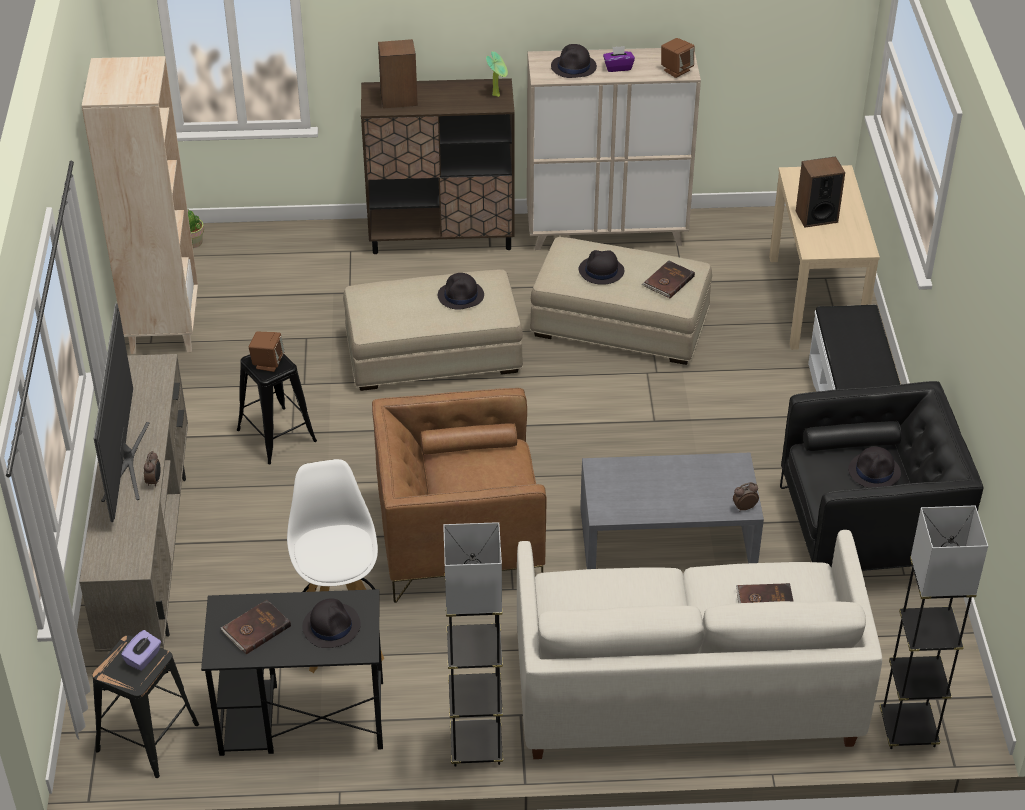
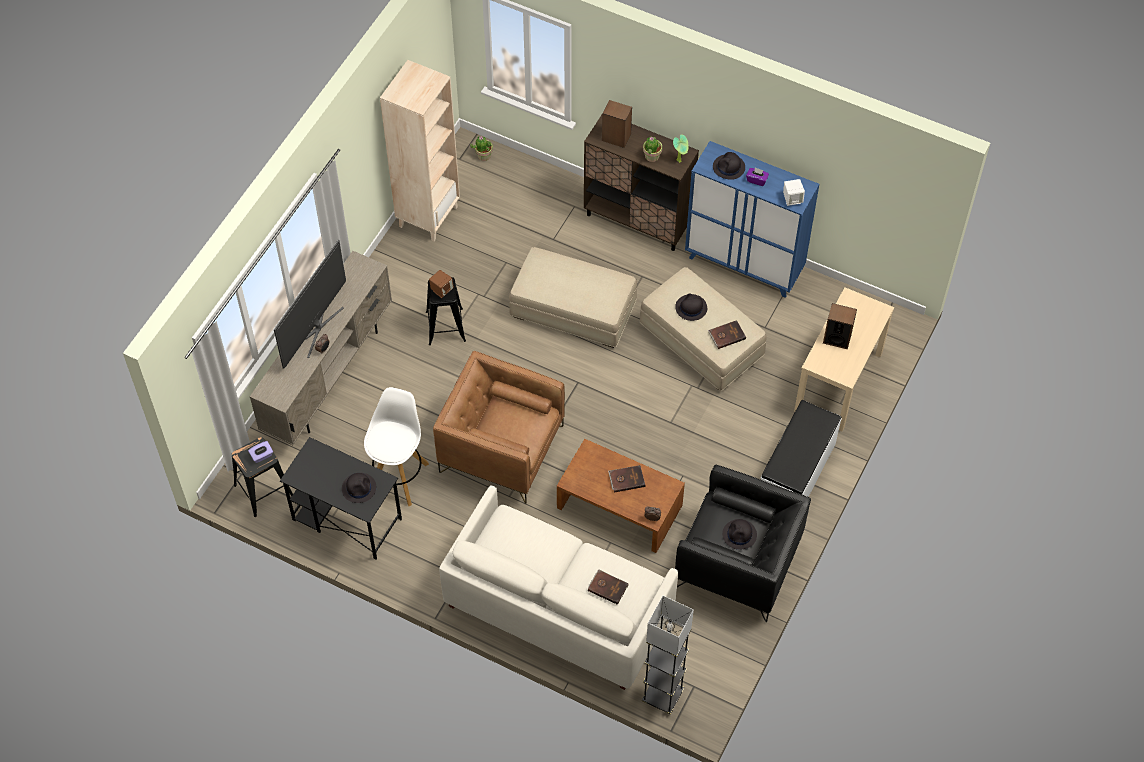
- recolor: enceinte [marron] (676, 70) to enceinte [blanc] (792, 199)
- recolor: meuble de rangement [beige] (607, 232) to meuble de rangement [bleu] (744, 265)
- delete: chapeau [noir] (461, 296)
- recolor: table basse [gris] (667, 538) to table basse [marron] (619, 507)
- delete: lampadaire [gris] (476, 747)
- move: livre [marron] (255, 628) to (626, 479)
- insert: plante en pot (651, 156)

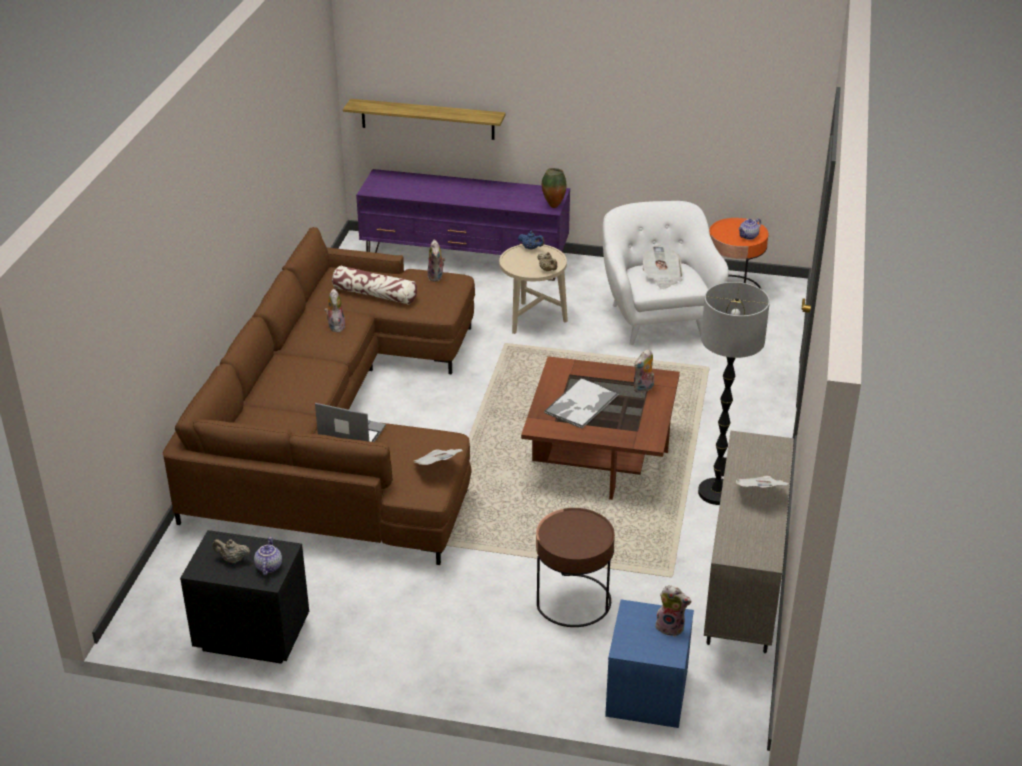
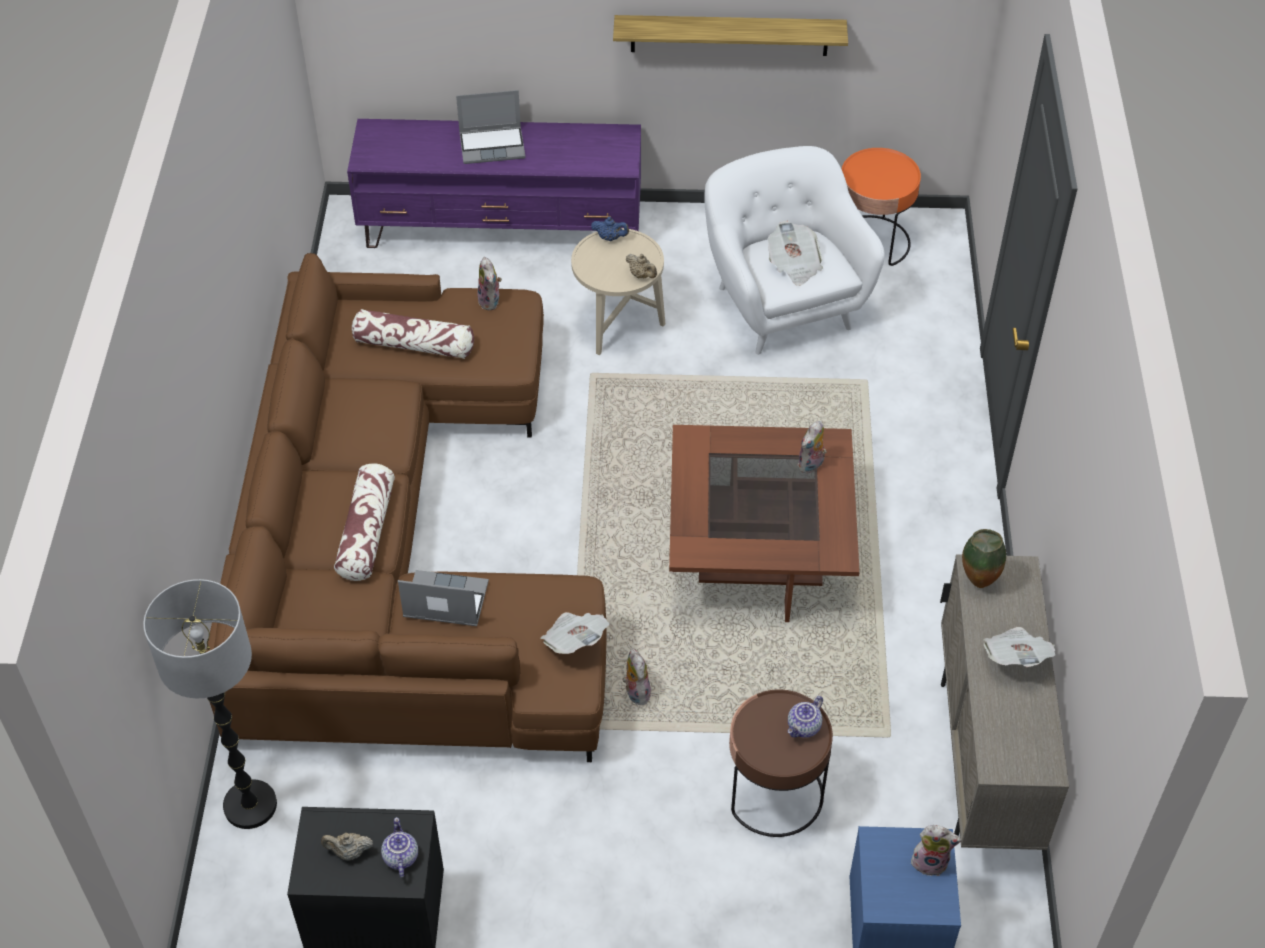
- move: étagère (427, 119) to (729, 35)
- move: vase (553, 206) to (977, 582)
- move: théière (748, 236) to (804, 727)
- move: lampadaire (716, 492) to (250, 805)
- move: peluche (335, 326) to (635, 692)
- delete: plateau (581, 404)
- insert: ordinateur portable (493, 146)
- insert: coussin (366, 531)

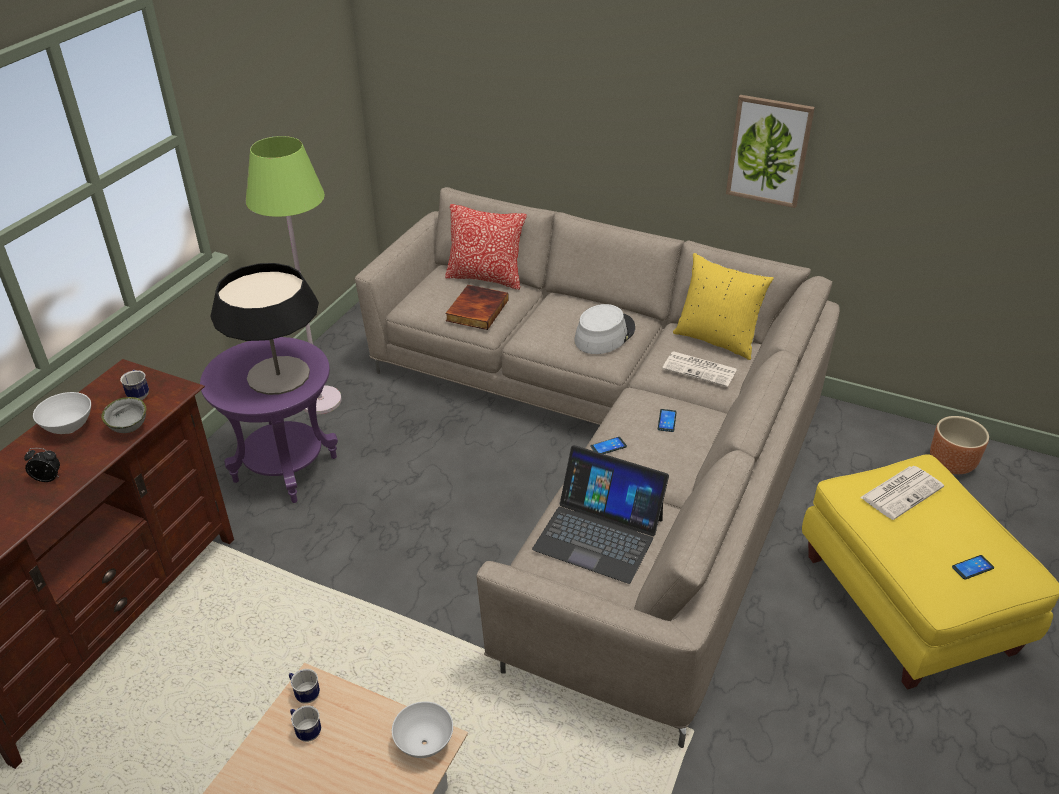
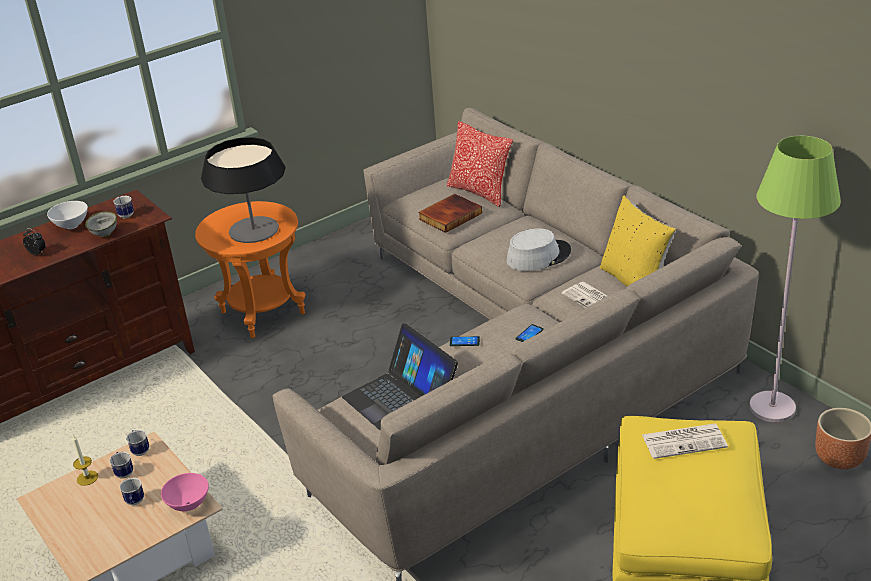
- delete: tableau (769, 151)
- move: lampadaire [vert] (320, 401) to (772, 408)
- recolor: table d'appoint [violet] (285, 469) to table d'appoint [orange] (263, 313)
- delete: téléphone (972, 567)
- recolor: bol [blanc] (424, 744) to bol [rose] (188, 505)
- insert: bougie (87, 478)
- insert: mug (135, 503)

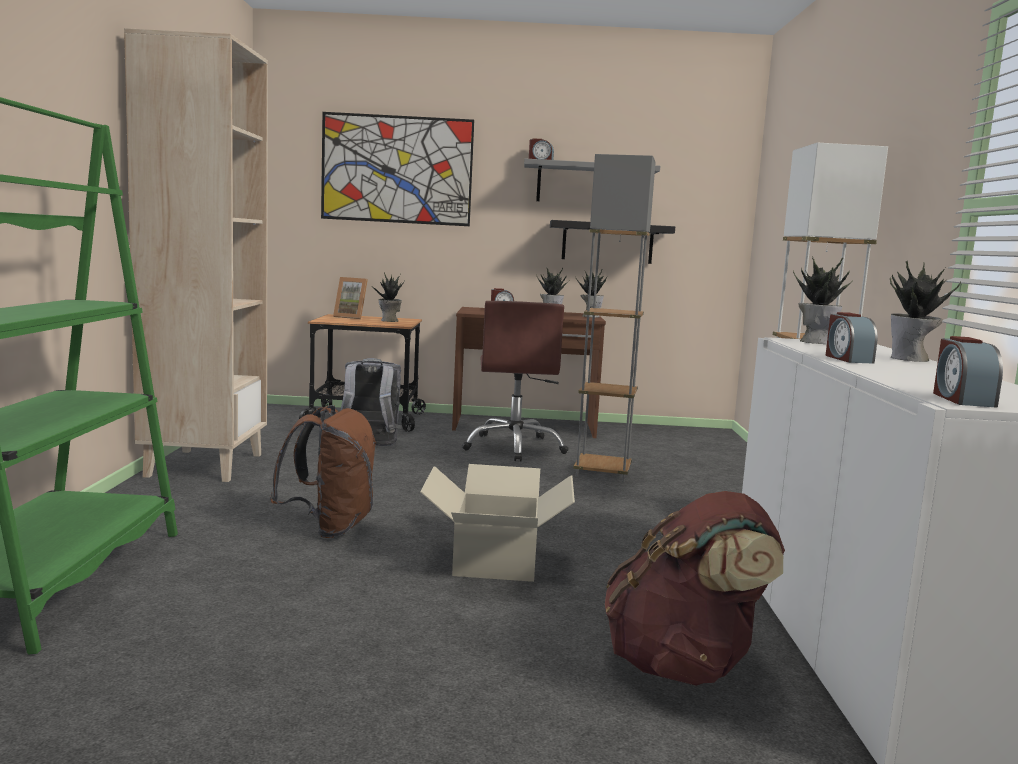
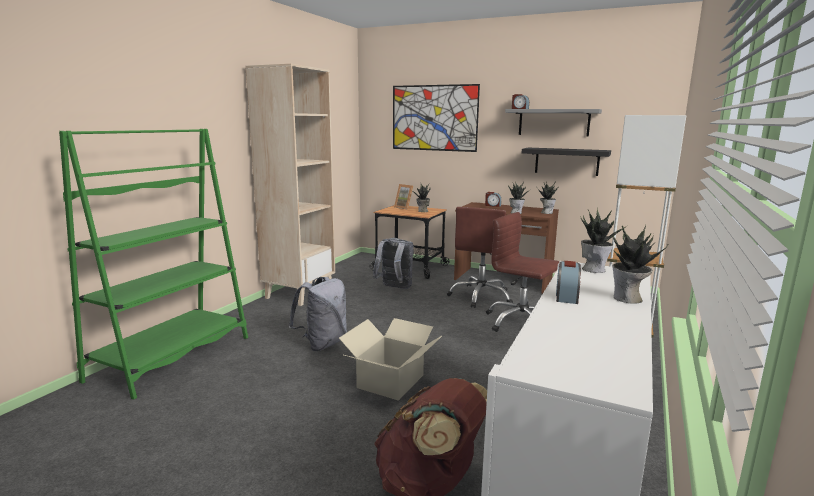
- replace: lampadaire [gris] (602, 472) to chaise de bureau [marron] (521, 322)
- delete: réveil (962, 399)
- recolor: sac à dos [marron] (329, 528) to sac à dos [gris] (322, 344)

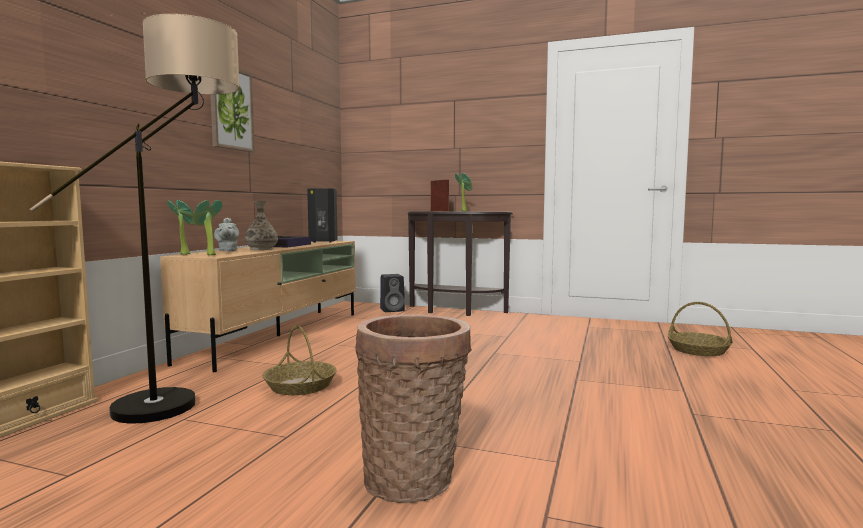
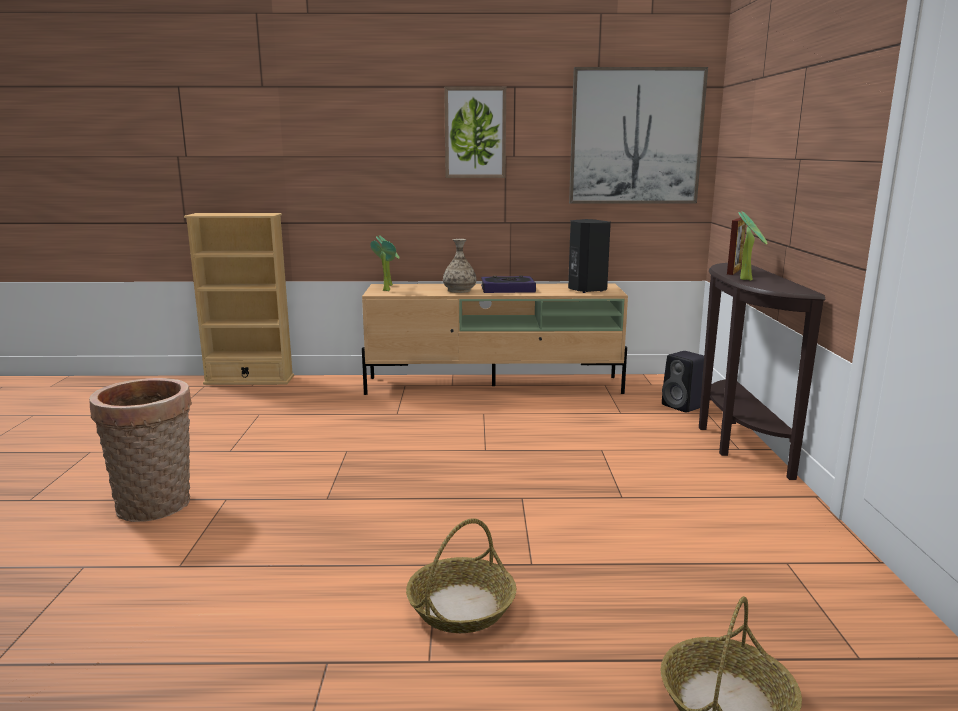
- delete: lampadaire (185, 399)
- delete: théière [gris] (227, 250)
- move: panier (300, 386) to (461, 607)
- insert: tableau (635, 137)

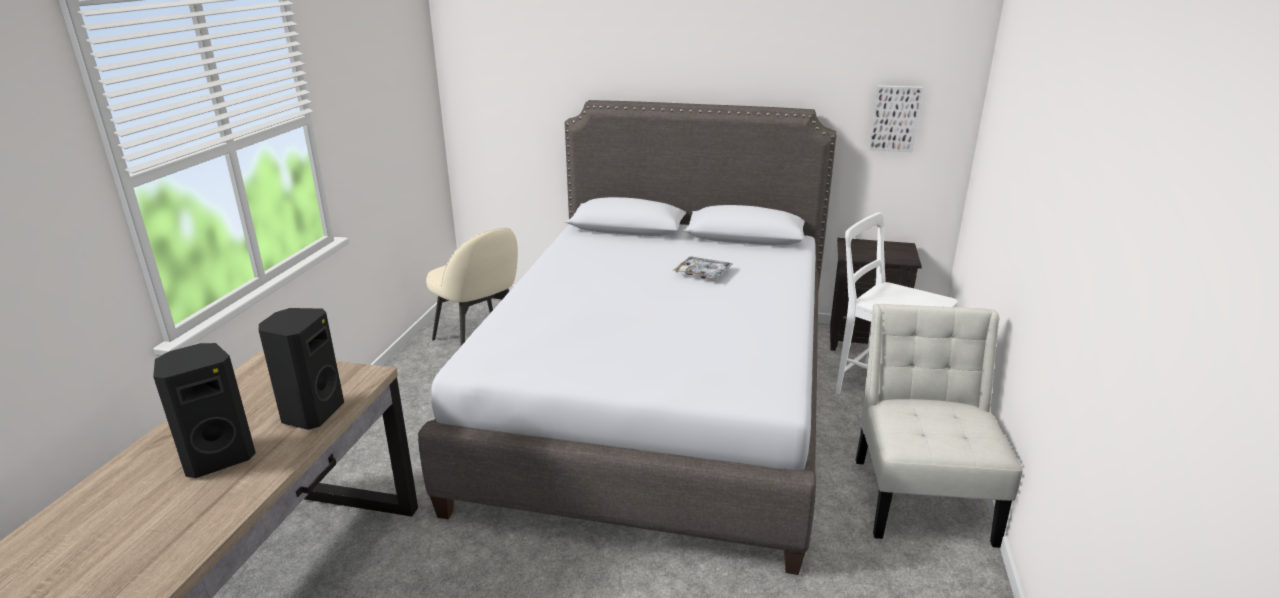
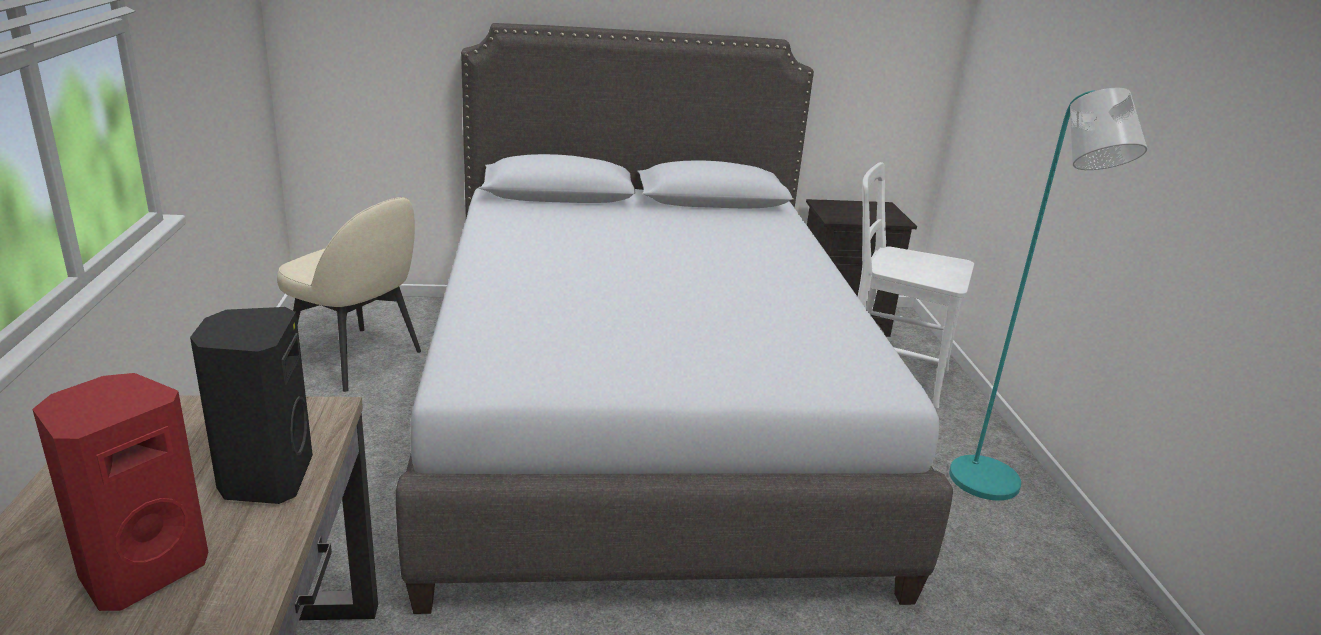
- delete: tableau (894, 118)
- delete: plateau (703, 273)
- replace: chaise [blanc] (921, 494) to lampadaire [turquoise] (991, 488)
- recolor: enceinte [noir] (219, 457) to enceinte [rouge] (141, 570)

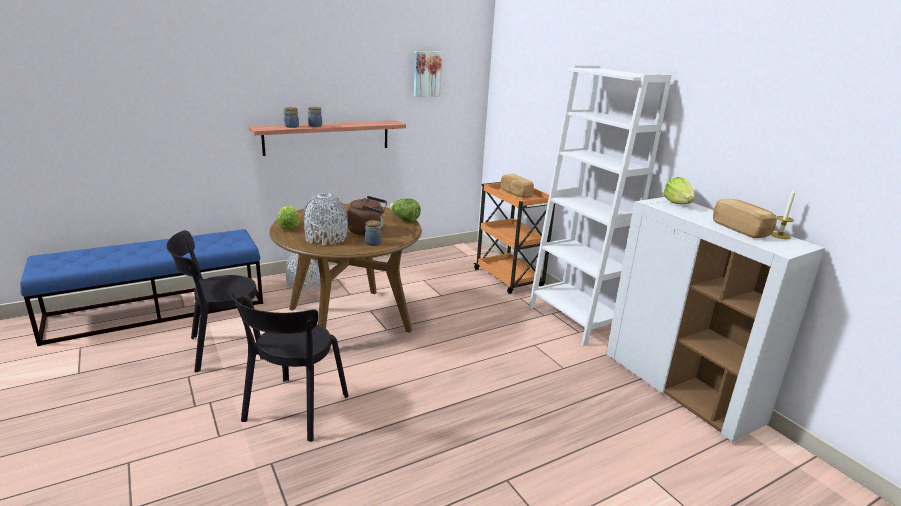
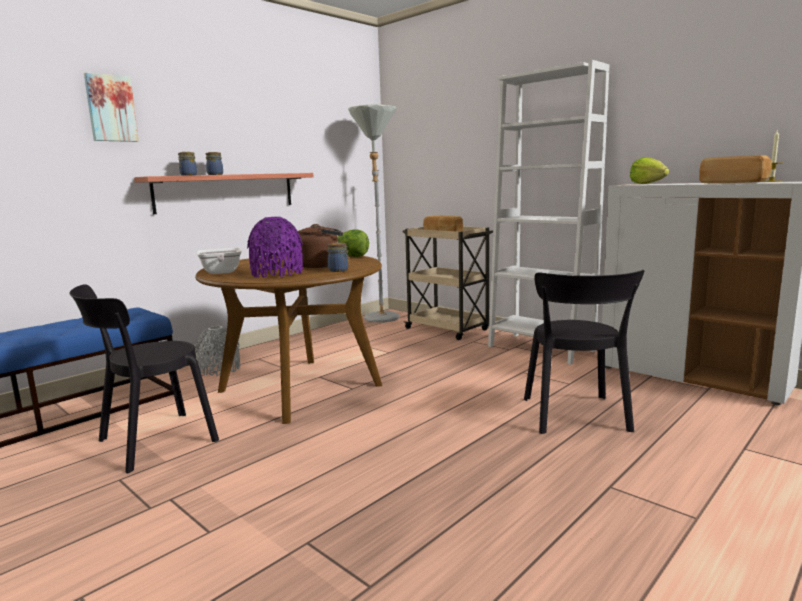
- move: tableau (426, 74) to (111, 108)
- recolor: chariot [orange] (509, 278) to chariot [beige] (448, 329)
- recolor: vase [gris] (326, 238) to vase [violet] (277, 273)
- replace: laitue (289, 227) to poêle (221, 273)
- move: chaise [noir] (294, 411) to (576, 417)
- insert: lampadaire [gris] (381, 320)

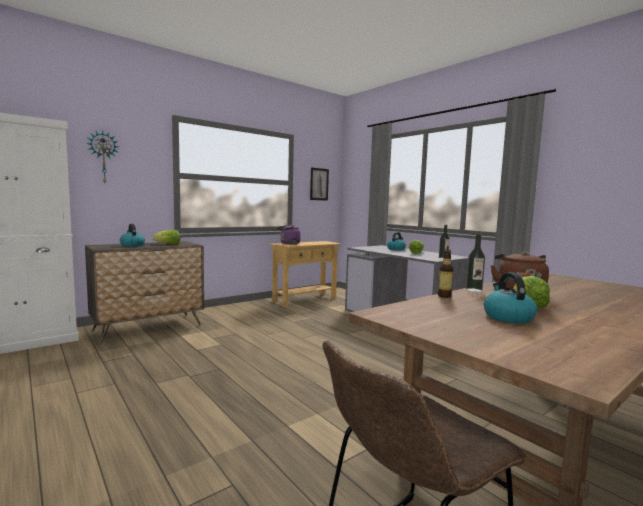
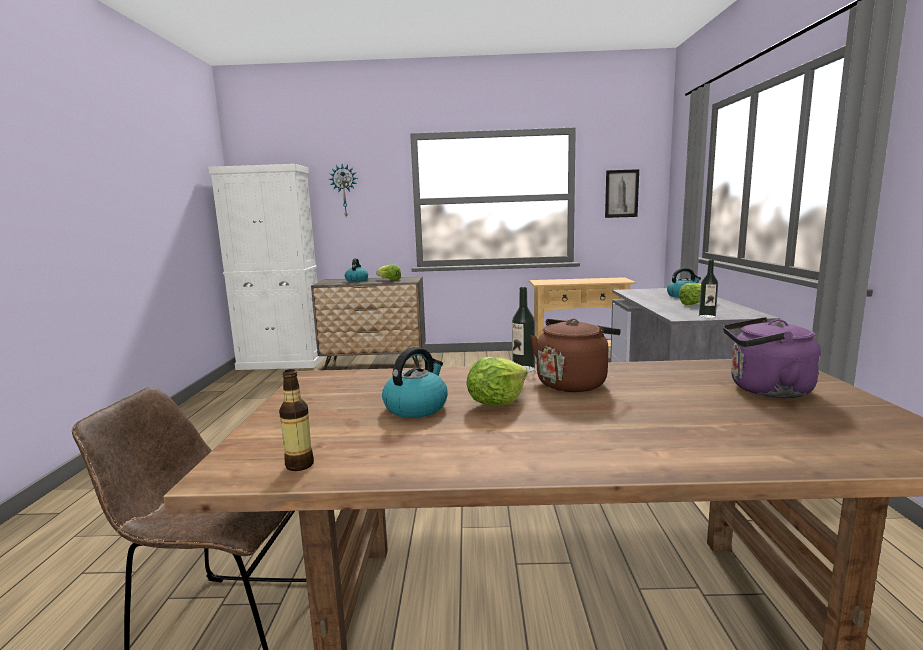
- move: bouilloire [violet] (289, 244) to (765, 390)
- move: bouteille (444, 296) to (299, 465)

